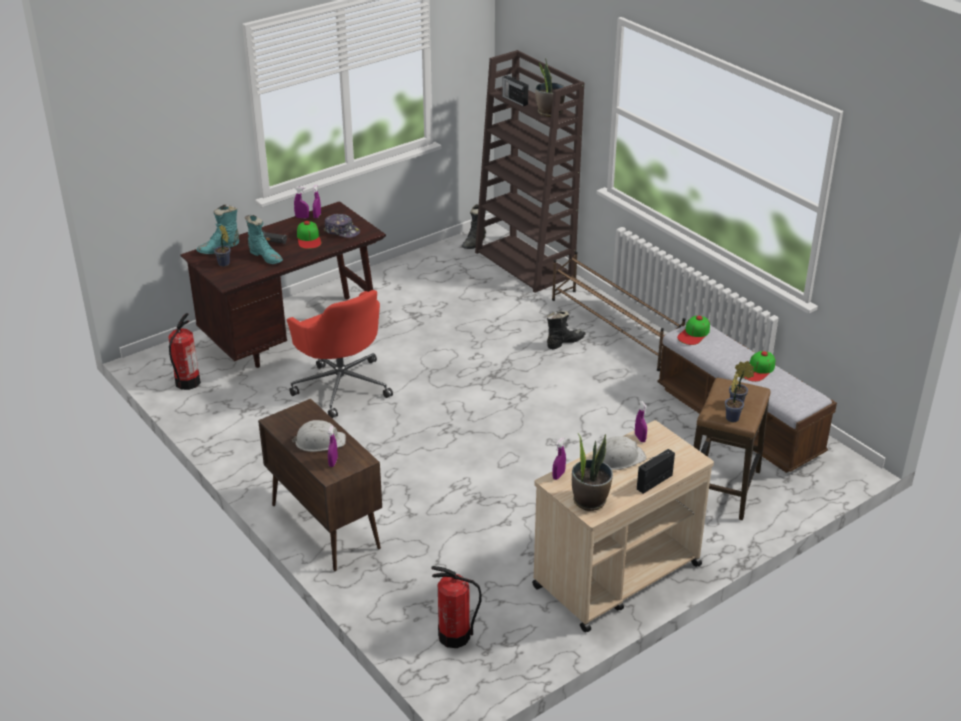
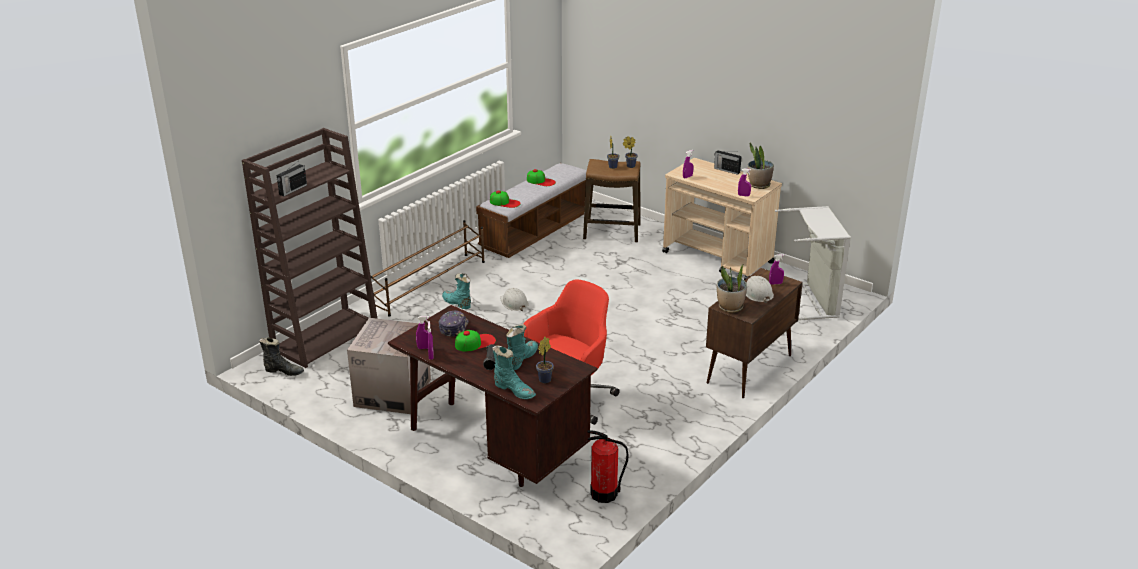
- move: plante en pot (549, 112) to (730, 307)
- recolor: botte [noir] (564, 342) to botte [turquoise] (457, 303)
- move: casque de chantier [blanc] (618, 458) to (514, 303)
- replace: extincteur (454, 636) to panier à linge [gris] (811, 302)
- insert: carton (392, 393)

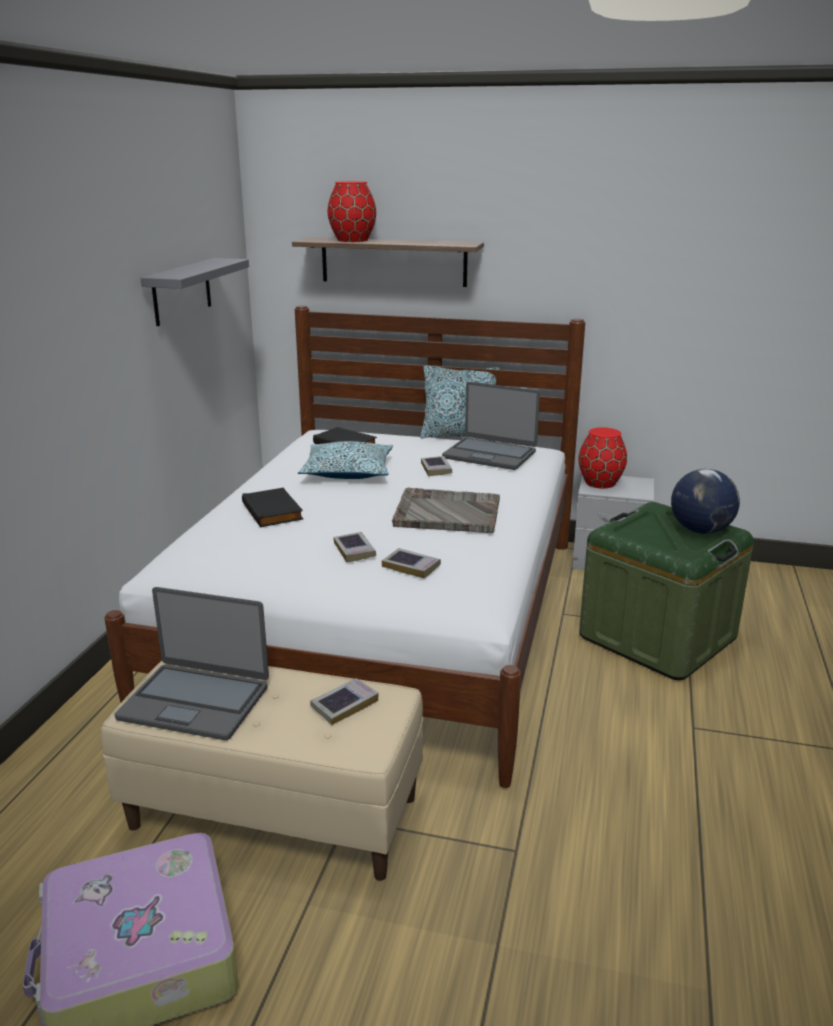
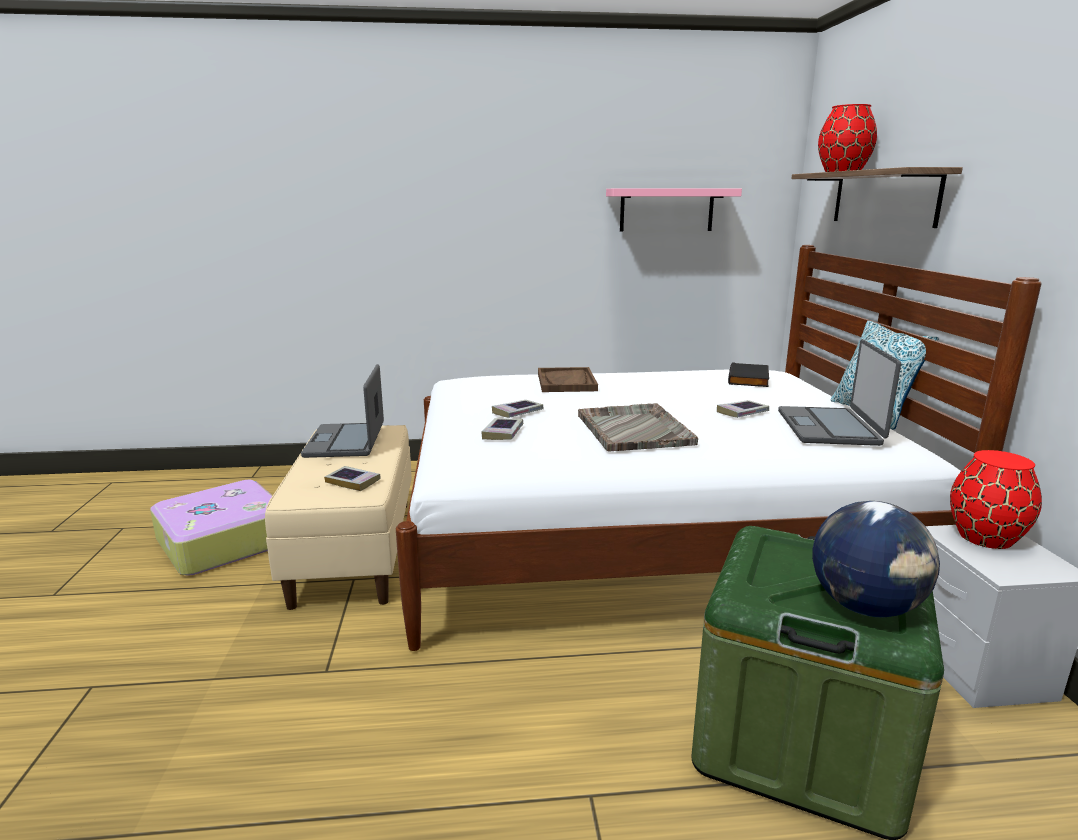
- recolor: étagère [gris] (182, 291) to étagère [rose] (666, 210)
- delete: coussin (348, 472)
- replace: livre [noir] (274, 511) to plateau [marron] (566, 382)

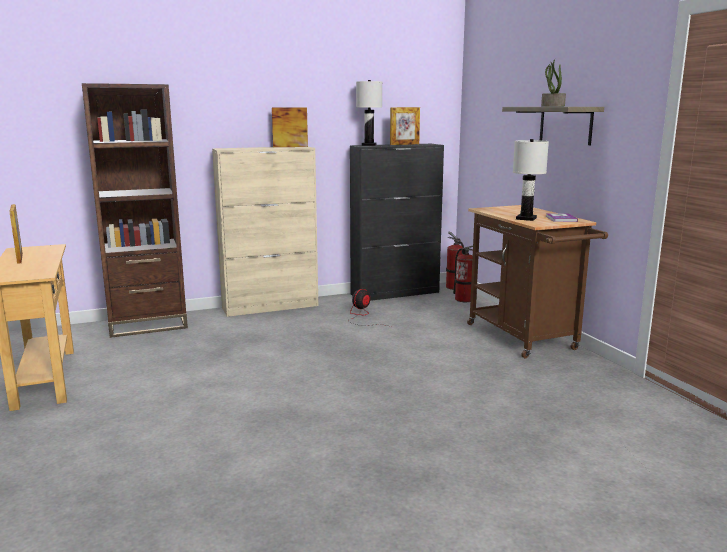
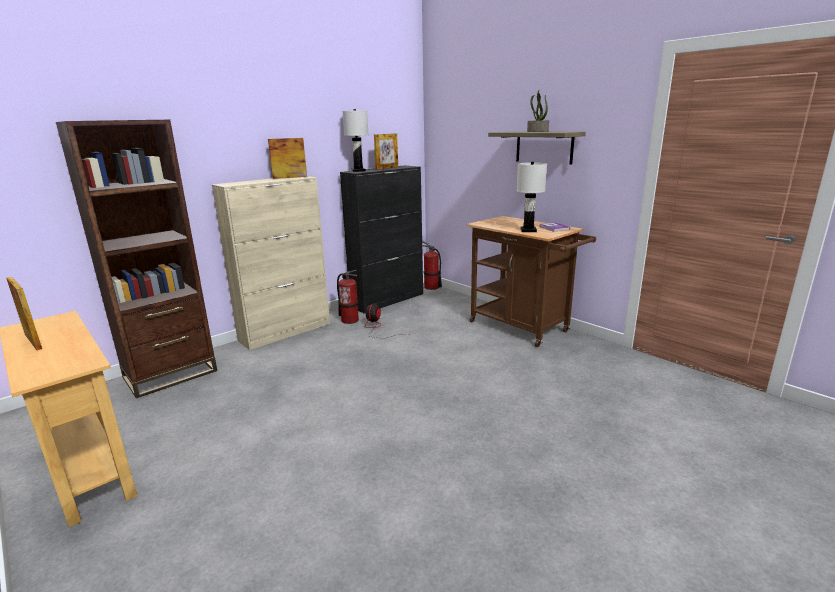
- move: extincteur (464, 299) to (350, 320)

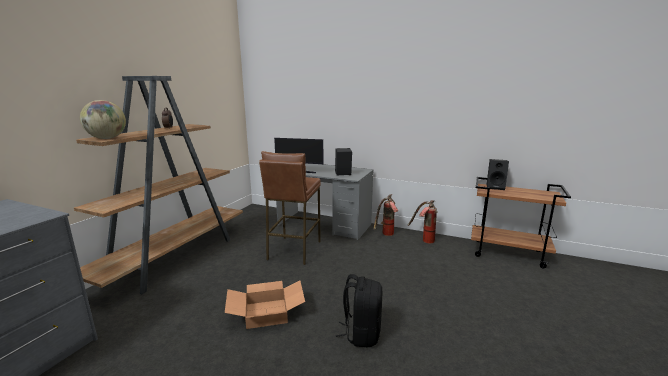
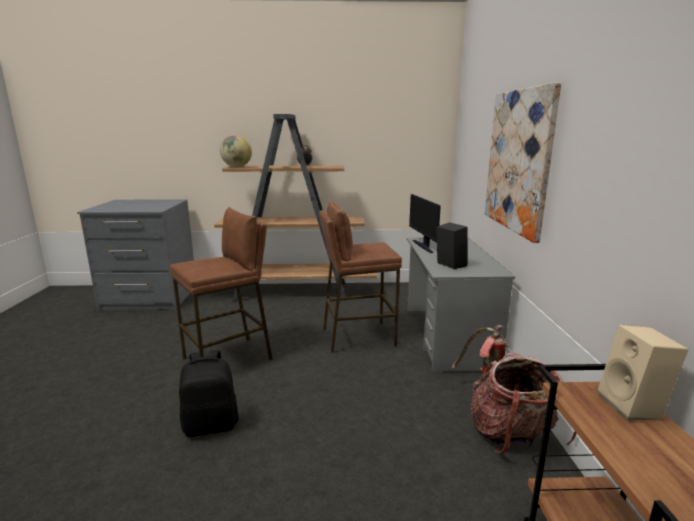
- recolor: enceinte [noir] (495, 187) to enceinte [beige] (634, 407)
- replace: extincteur (423, 240) to sac à dos (513, 437)
- replace: carton (267, 312) to tabouret [marron] (228, 359)
- insert: tableau (518, 161)

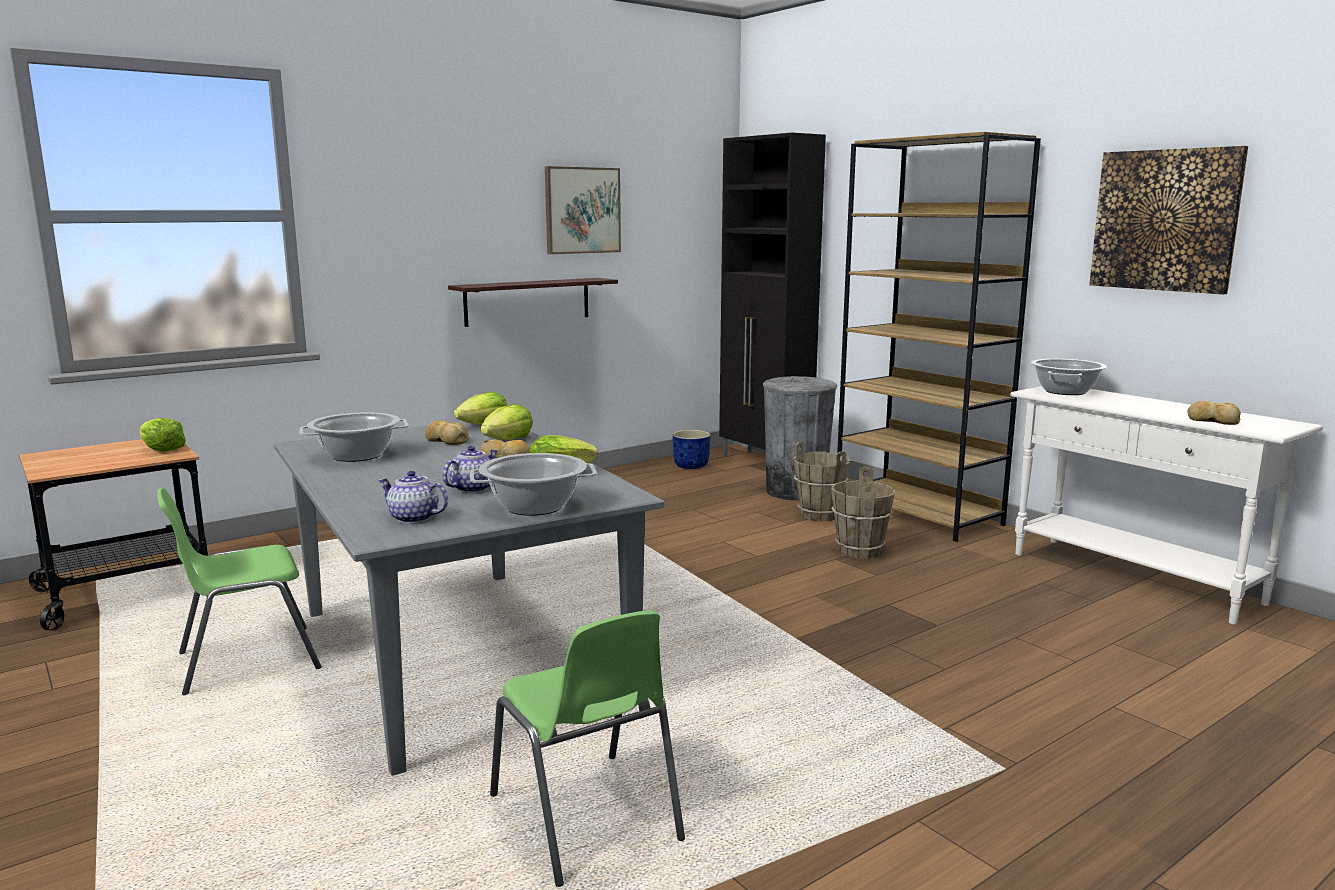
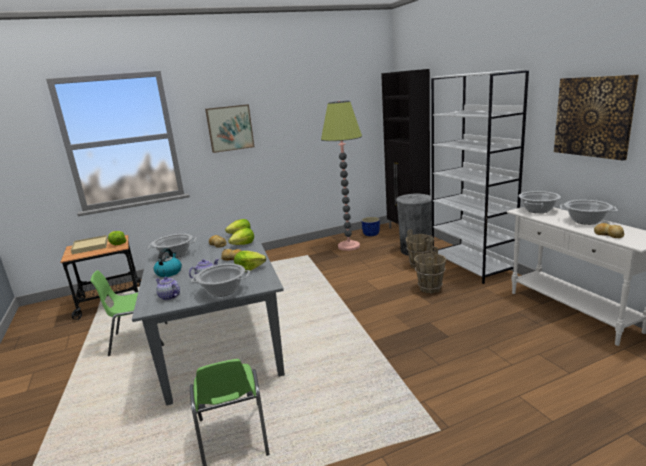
- recolor: bibliothèque [marron] (918, 513) to bibliothèque [blanc] (472, 265)
- move: tableau (582, 210) to (230, 128)
- delete: étagère (527, 301)
- insert: lampadaire (349, 246)
- insert: marmite (586, 221)
- insert: plateau [beige] (90, 246)
- insert: bouilloire (169, 272)

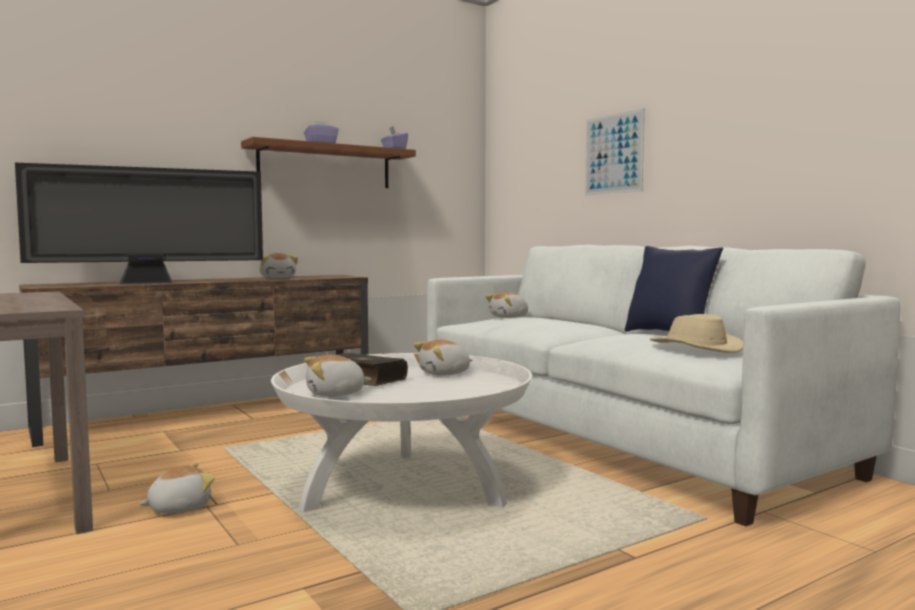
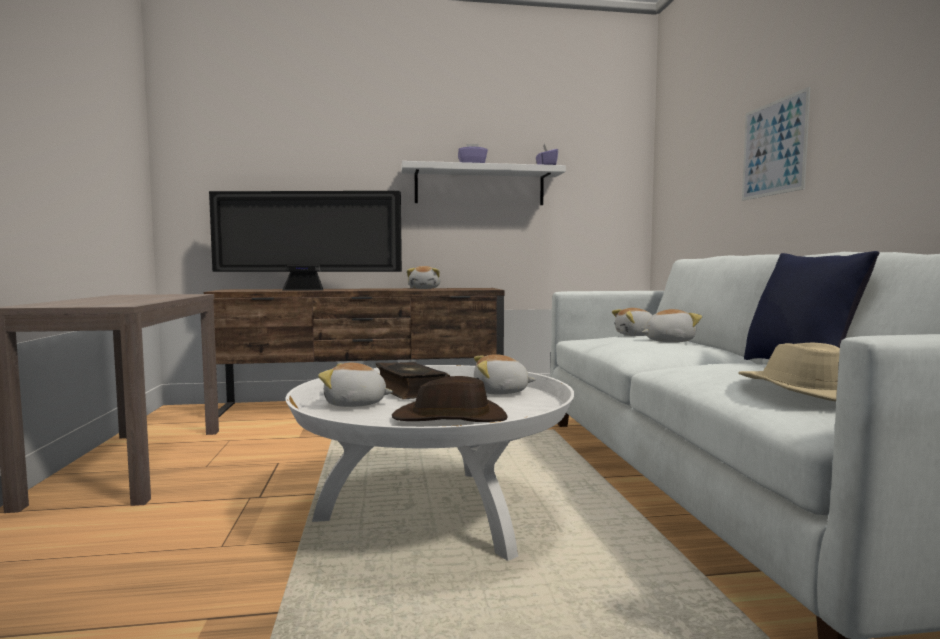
- recolor: étagère [marron] (325, 166) to étagère [blanc] (480, 186)
- move: peluche (179, 508) to (668, 341)
- insert: chapeau [marron] (450, 419)

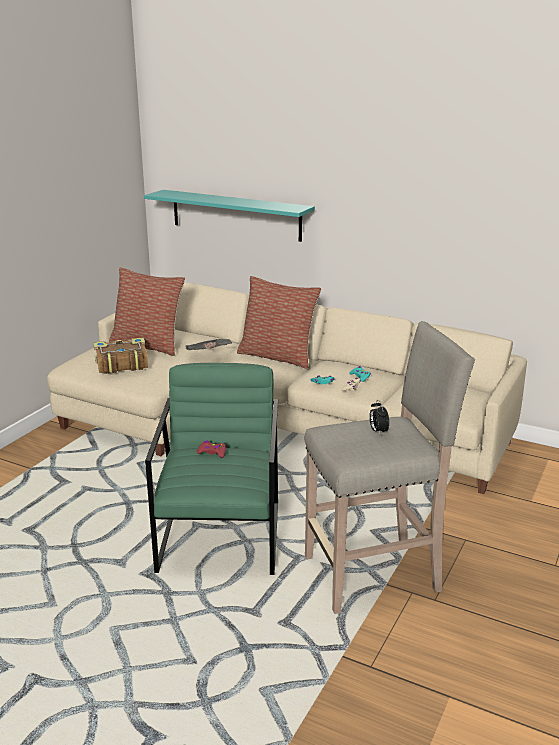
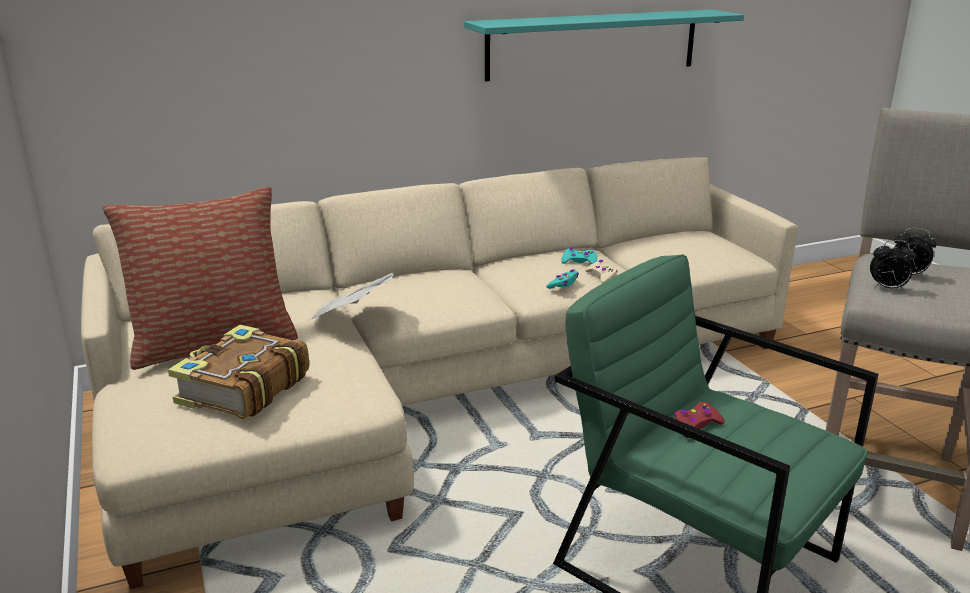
- move: étagère [turquoise] (235, 215) to (593, 44)
- delete: coussin (278, 356)
- insert: réveil (887, 288)

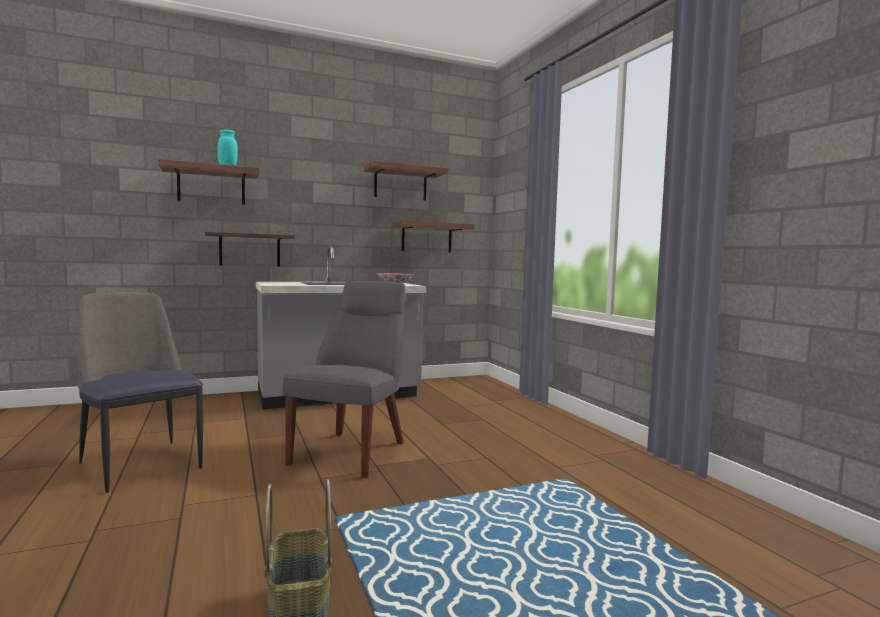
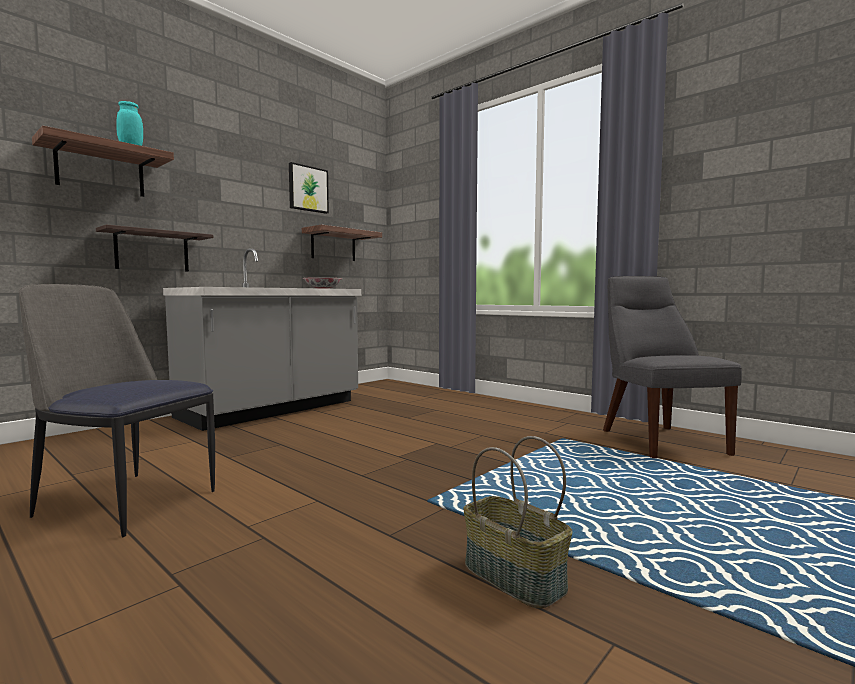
- replace: étagère (400, 184) to tableau (308, 189)
- move: chaise [gris] (352, 451) to (658, 440)

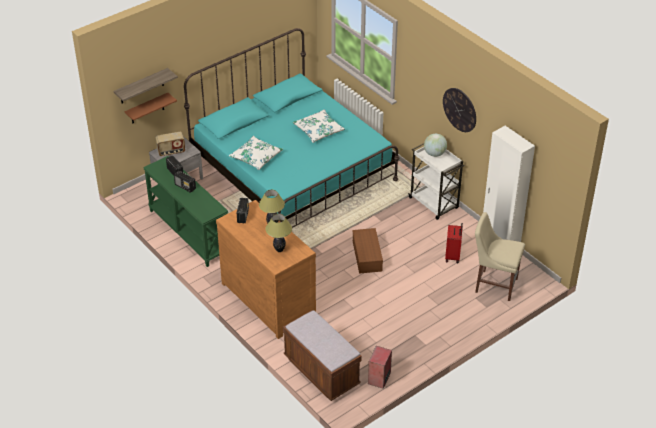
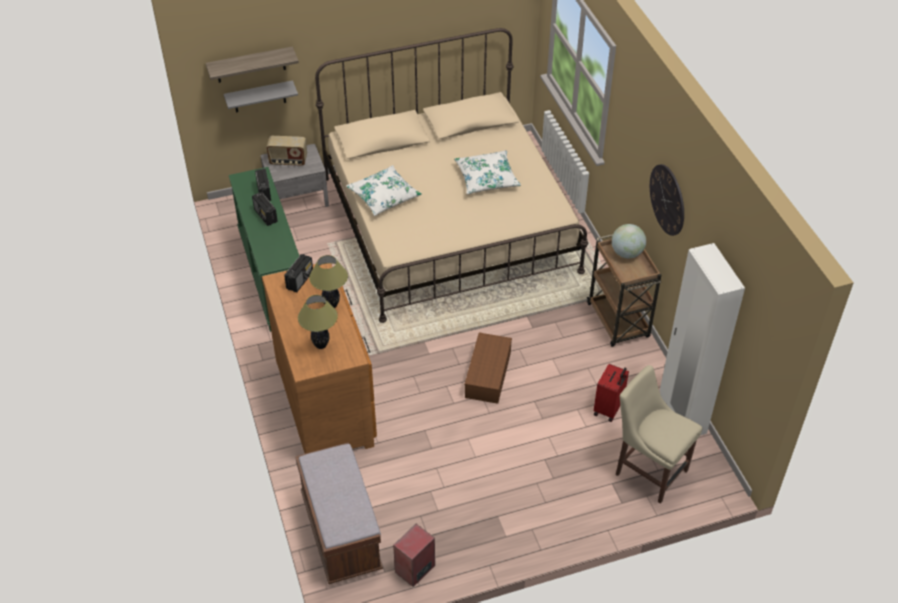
- recolor: lit [turquoise] (292, 170) to lit [beige] (448, 224)
- recolor: étagère [marron] (147, 109) to étagère [gris] (259, 97)
- recolor: chariot [blanc] (434, 204) to chariot [marron] (618, 322)

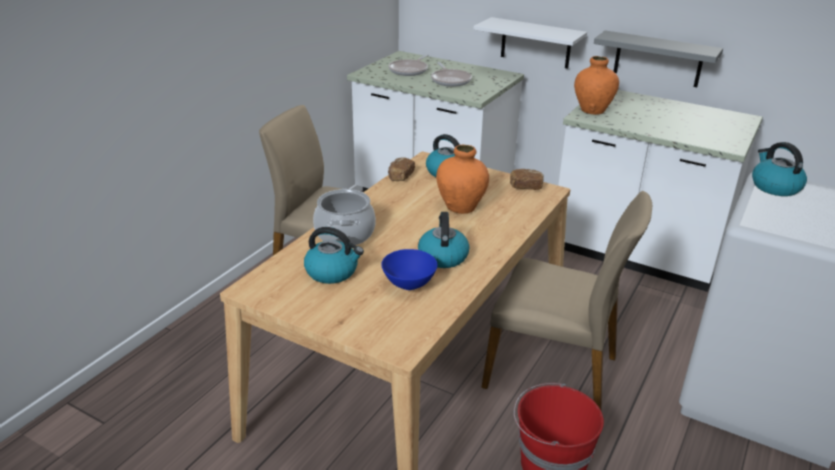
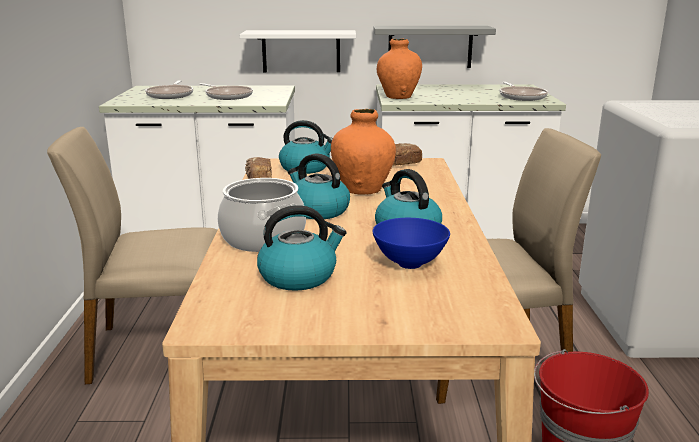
- move: bouilloire (774, 187) to (318, 211)
- insert: poêle (521, 97)

